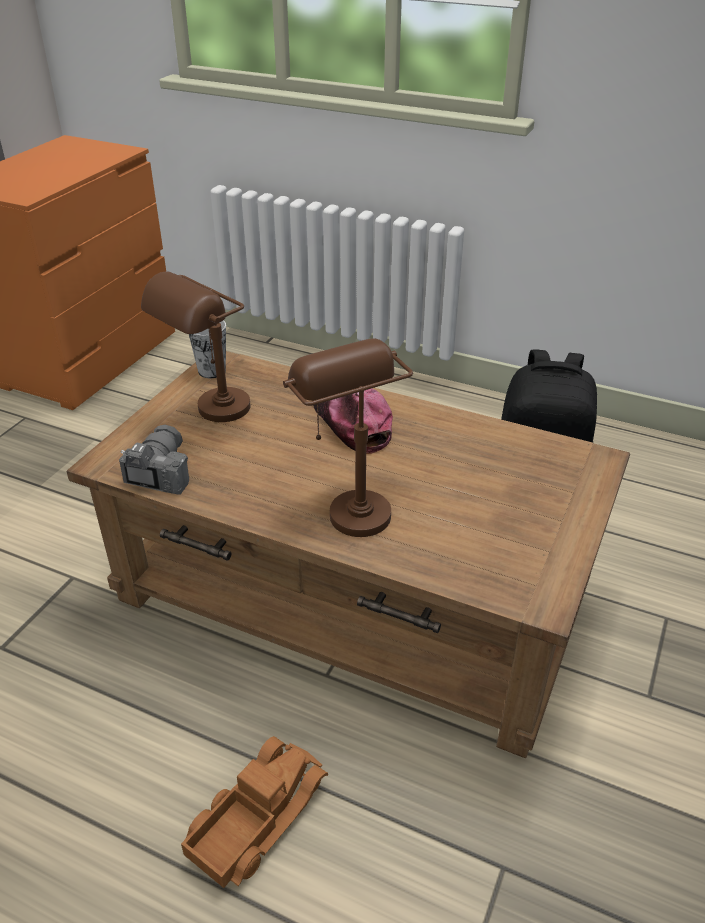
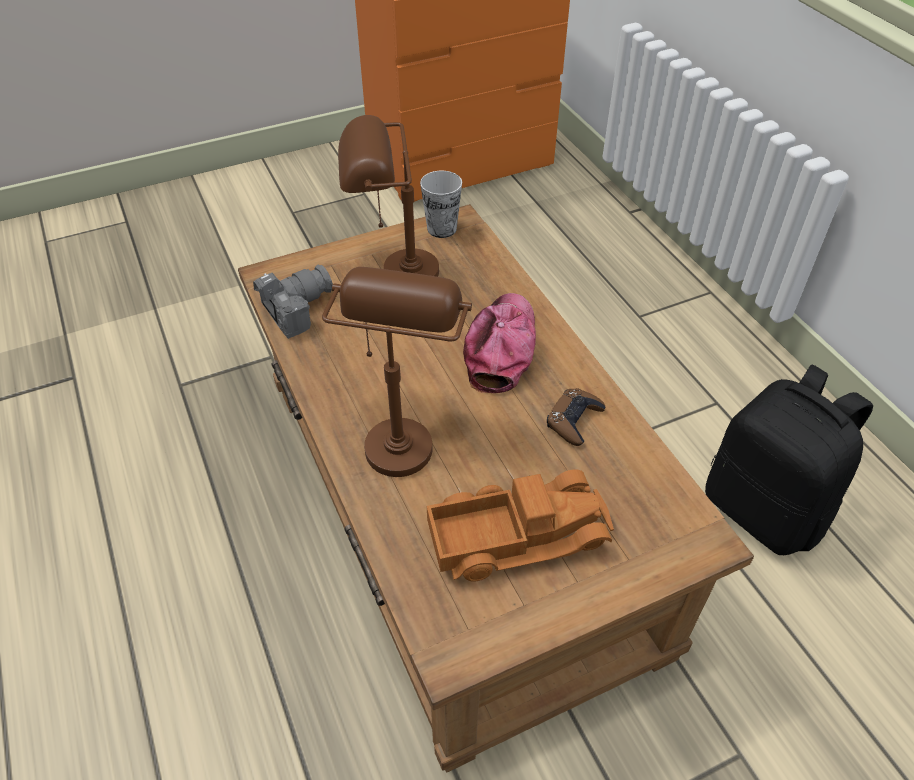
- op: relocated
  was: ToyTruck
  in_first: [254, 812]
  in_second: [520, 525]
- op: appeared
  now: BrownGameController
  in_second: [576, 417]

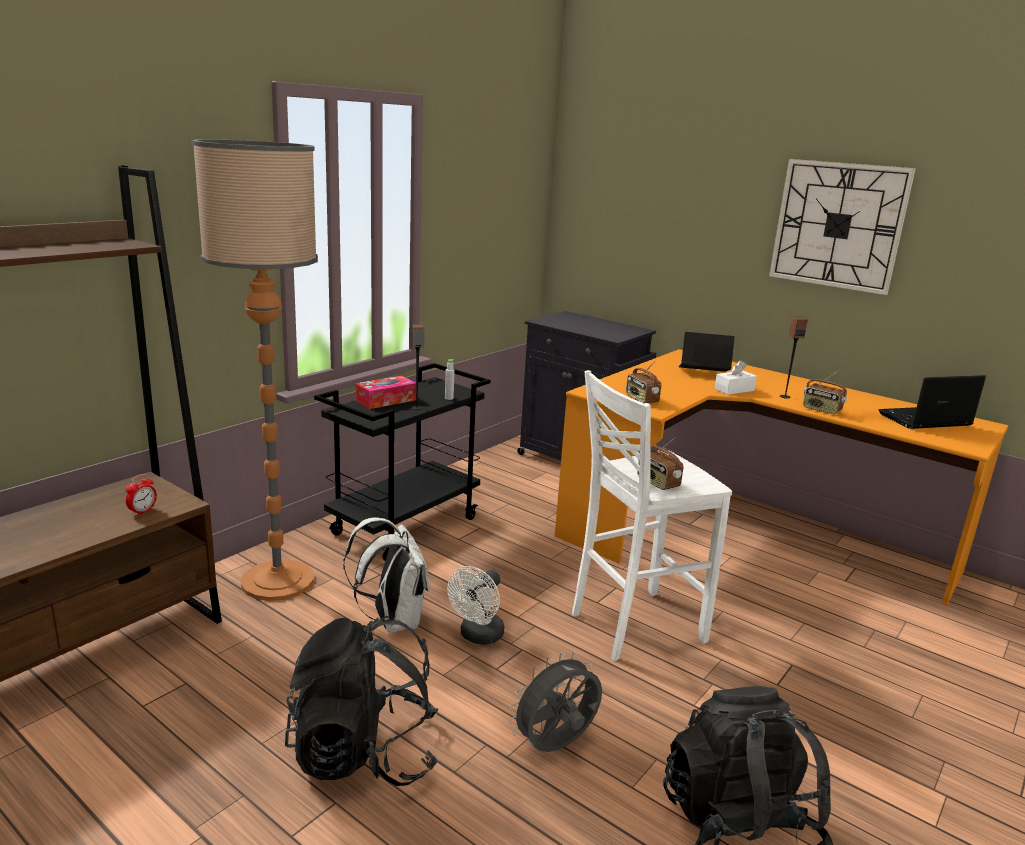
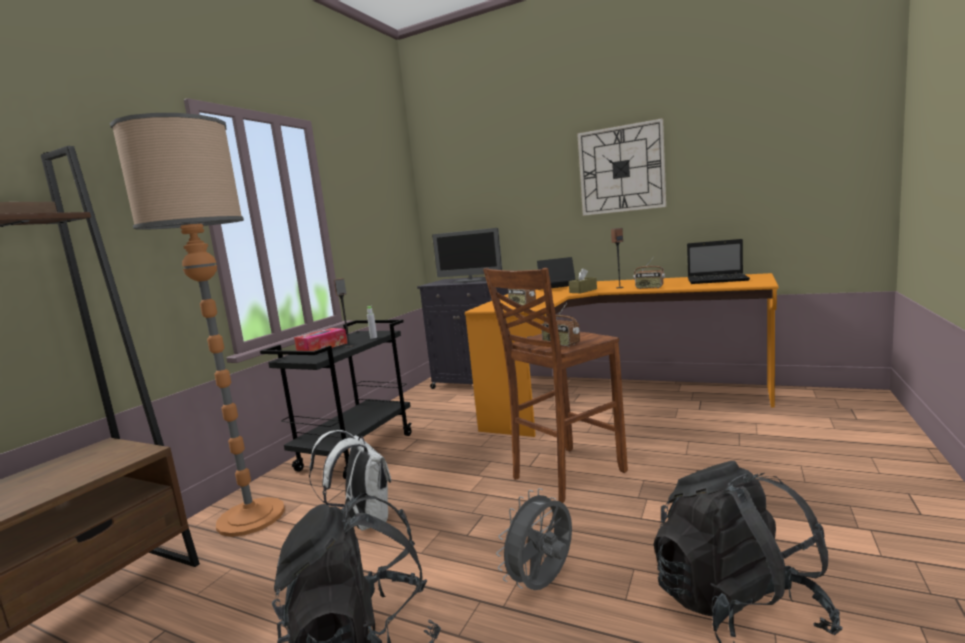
- op: missing
  was: AlarmClock
  in_first: [141, 495]
- op: missing
  was: WhiteFan
  in_first: [475, 605]
- op: colour
  was: WhiteStool
  now: BrownStool
  in_first: [652, 515]
  in_second: [555, 385]
- op: colour
  was: WhiteTissueHolder
  now: BrownTissueHolder
  in_first: [735, 377]
  in_second: [583, 280]
- op: spun
  was: NotebookComputer
  in_first: [932, 402]
  in_second: [718, 261]
  clockwise: -135
- op: appeared
  now: ComputerDisplay
  in_second: [467, 255]

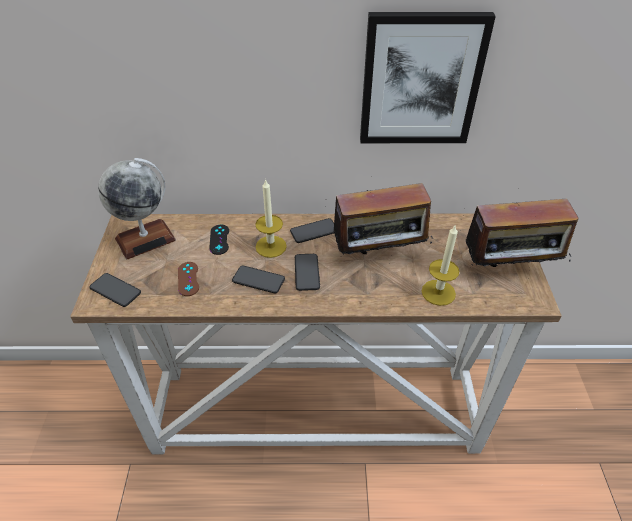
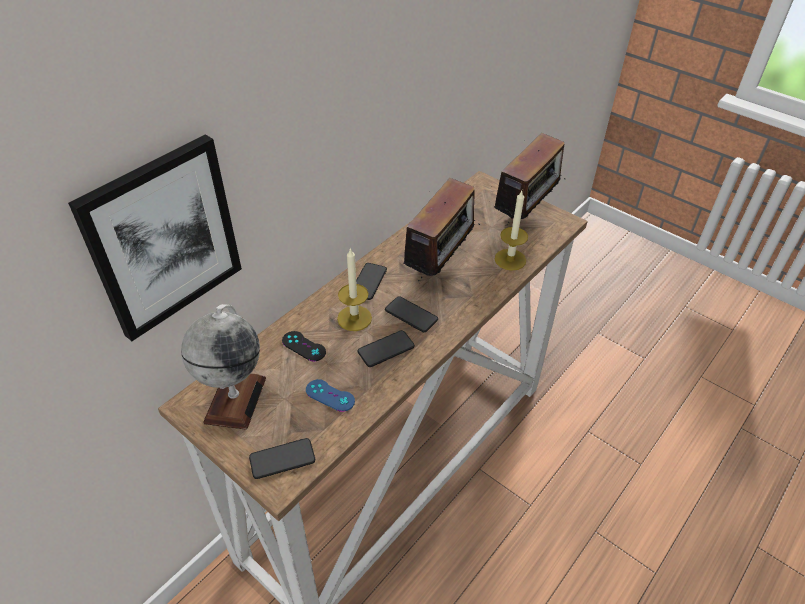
- op: colour
  was: BrownGameController
  now: BlueColouredGameController
  in_first: [188, 279]
  in_second: [330, 395]
- op: relocated
  was: Picture
  in_first: [428, 77]
  in_second: [155, 237]

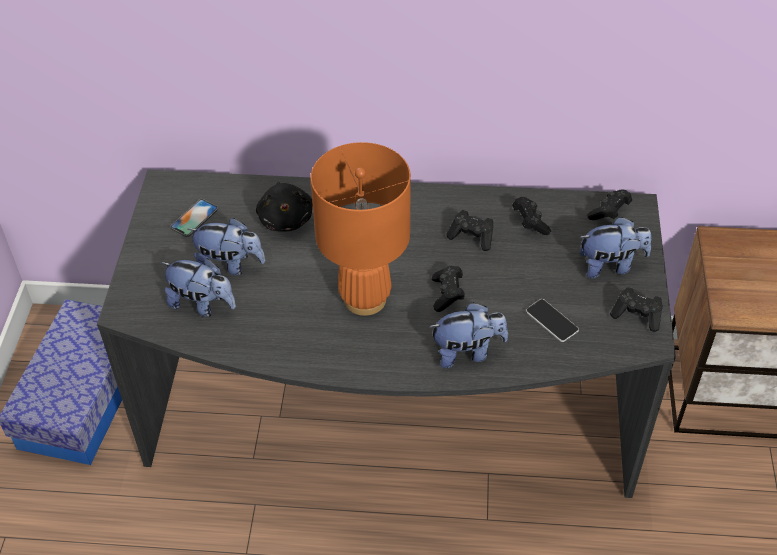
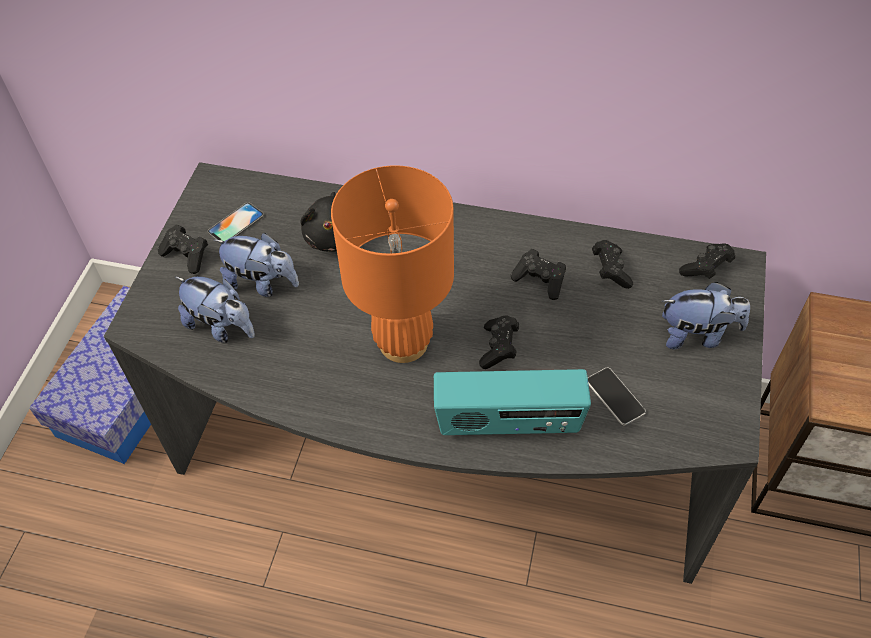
- op: exchanged
  was: SoftToy
  now: Radio
  in_first: [468, 335]
  in_second: [512, 402]
- op: relocated
  was: BlackColouredGameController
  in_first: [636, 309]
  in_second: [183, 249]

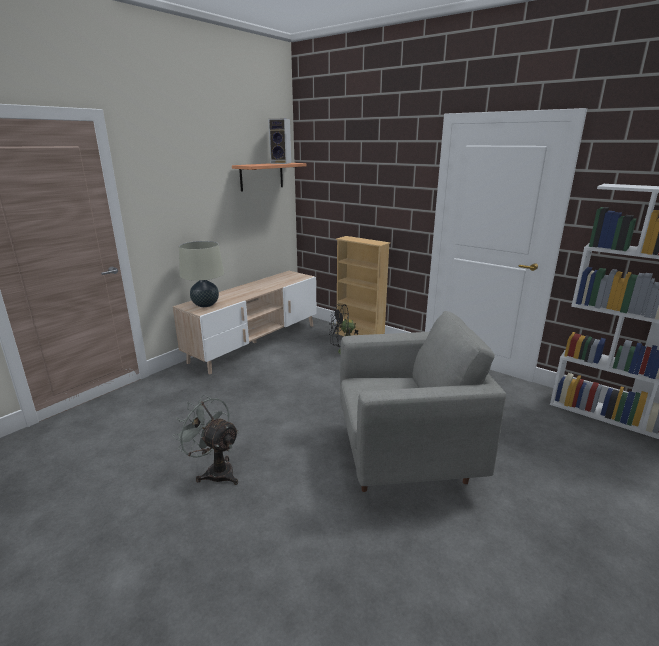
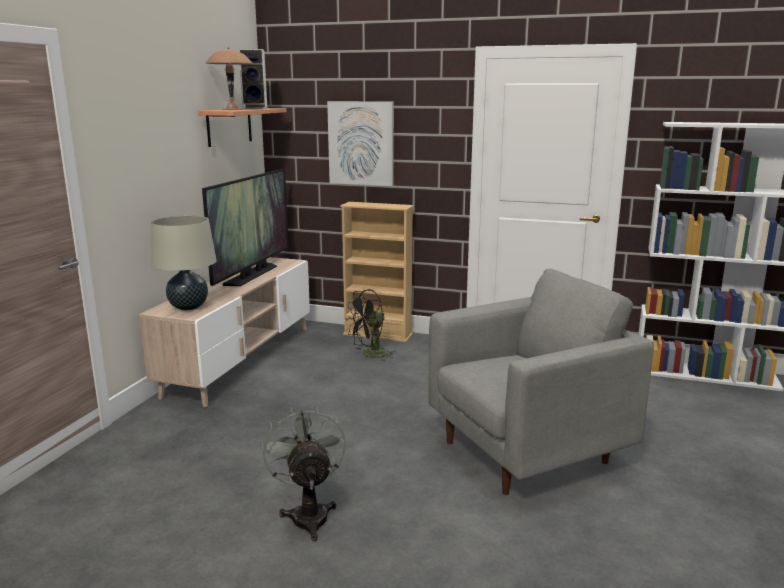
- op: spun
  was: GrayFan
  in_first: [205, 440]
  in_second: [304, 473]
  clockwise: 60
- op: appeared
  now: Tv
  in_second: [245, 227]
- op: appeared
  now: BrownTabletopLamp
  in_second: [229, 78]
- op: appeared
  now: Picture
  in_second: [360, 143]

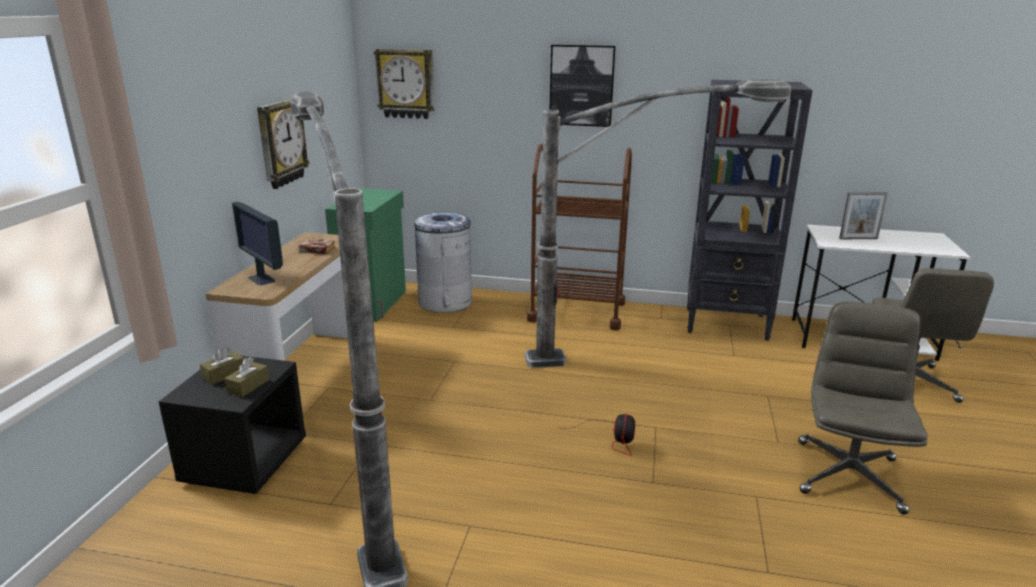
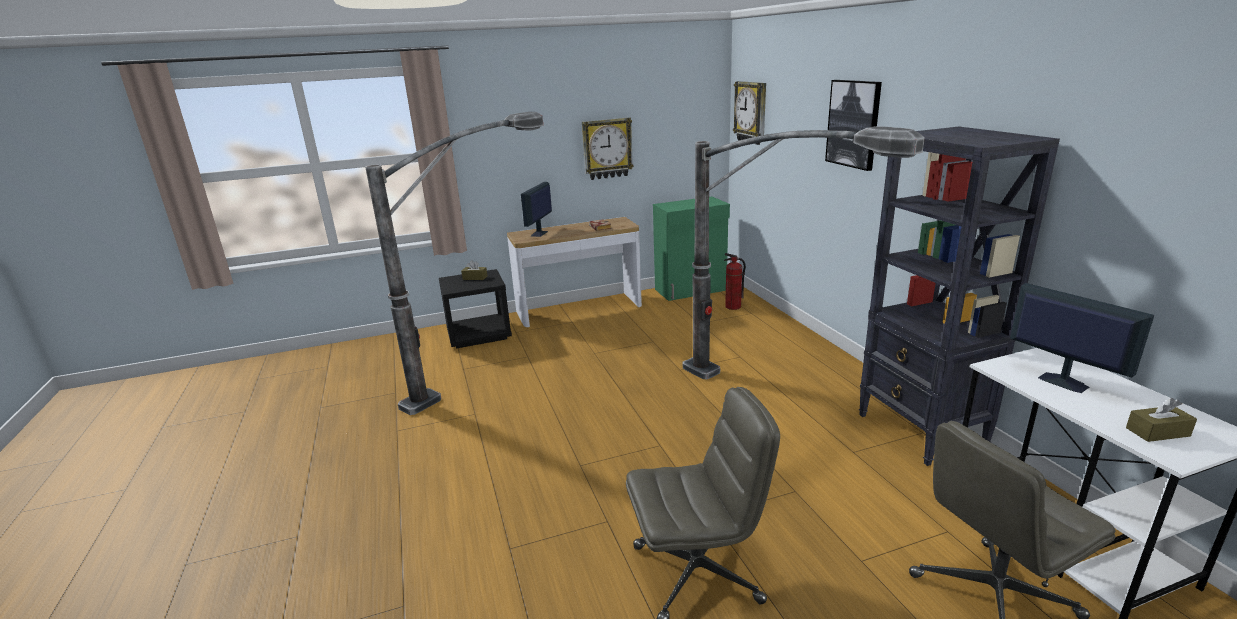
- op: relocated
  was: BrownTissueHolder
  in_first: [246, 377]
  in_second: [1161, 420]
- op: exchanged
  was: GrayRubbishBin
  now: Extinguisher
  in_first: [443, 262]
  in_second: [735, 281]
- op: missing
  was: BrownCart
  in_first: [579, 237]
- op: missing
  was: Fan
  in_first: [596, 434]
- op: exchanged
  was: StandingFrame
  now: ComputerDisplay
  in_first: [863, 215]
  in_second: [1082, 338]

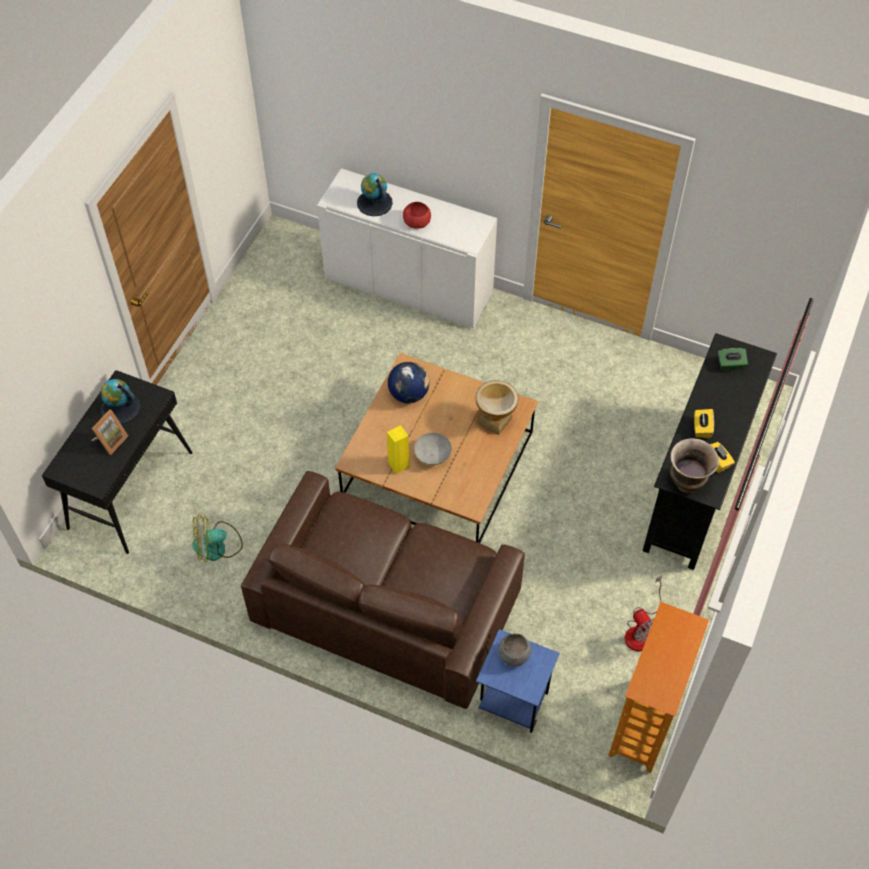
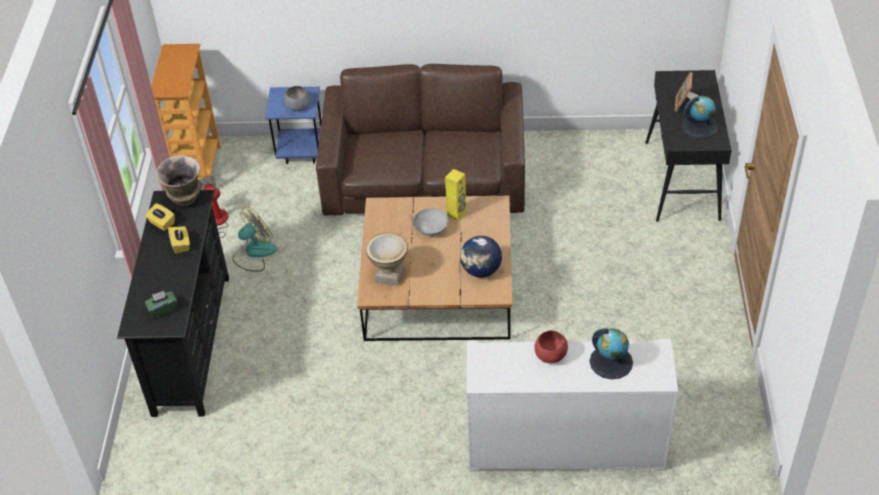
- op: relocated
  was: Fan
  in_first: [217, 538]
  in_second: [255, 239]

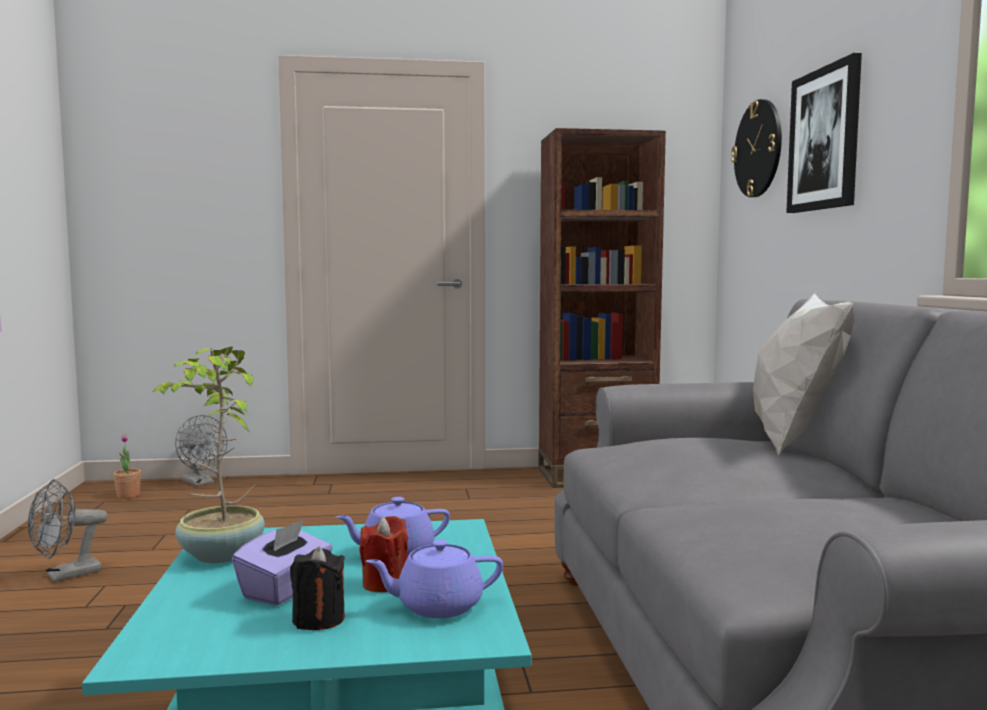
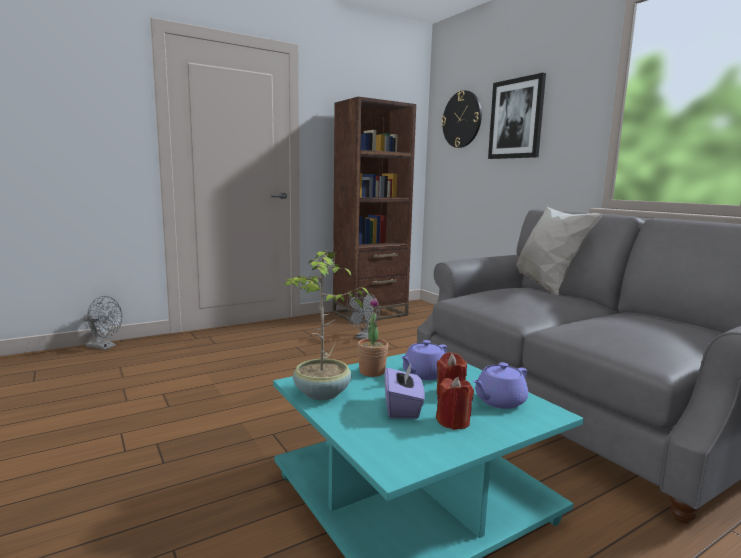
- op: relocated
  was: GrayFan
  in_first: [68, 530]
  in_second: [362, 315]
- op: relocated
  was: Houseplant
  in_first: [127, 467]
  in_second: [373, 337]
- op: colour
  was: BlackColouredWaxLight
  now: ReddishWaxLight
  in_first: [317, 588]
  in_second: [455, 403]

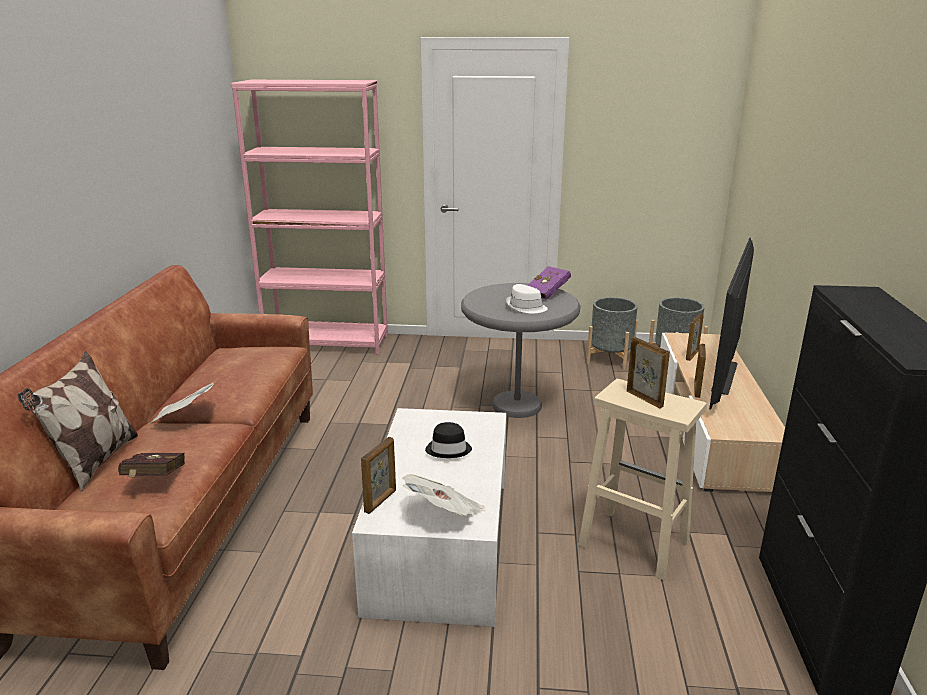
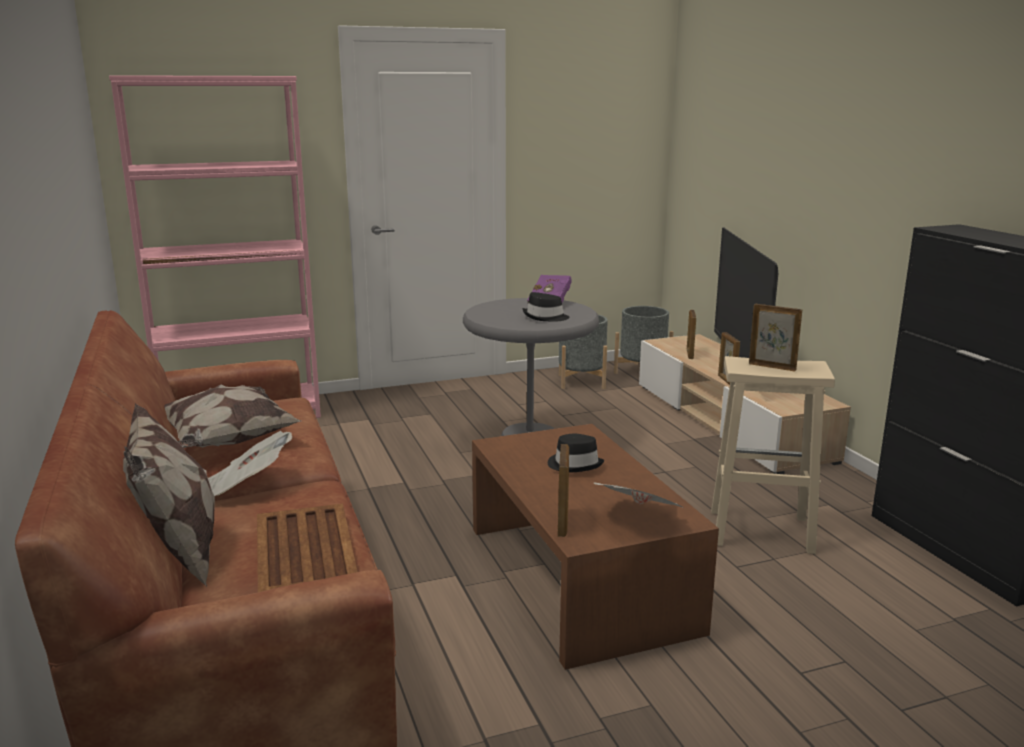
- op: exchanged
  was: ReddishBoundBook
  now: BrownTray
  in_first: [151, 465]
  in_second: [307, 547]
- op: colour
  was: WhiteLoungeTable
  now: BrownLoungeTable
  in_first: [429, 517]
  in_second: [595, 547]
- op: colour
  was: WhiteWearableHat
  now: BlackColouredWearableHat
  in_first: [527, 298]
  in_second: [546, 306]
- op: appeared
  now: Cushion
  in_second: [232, 416]

